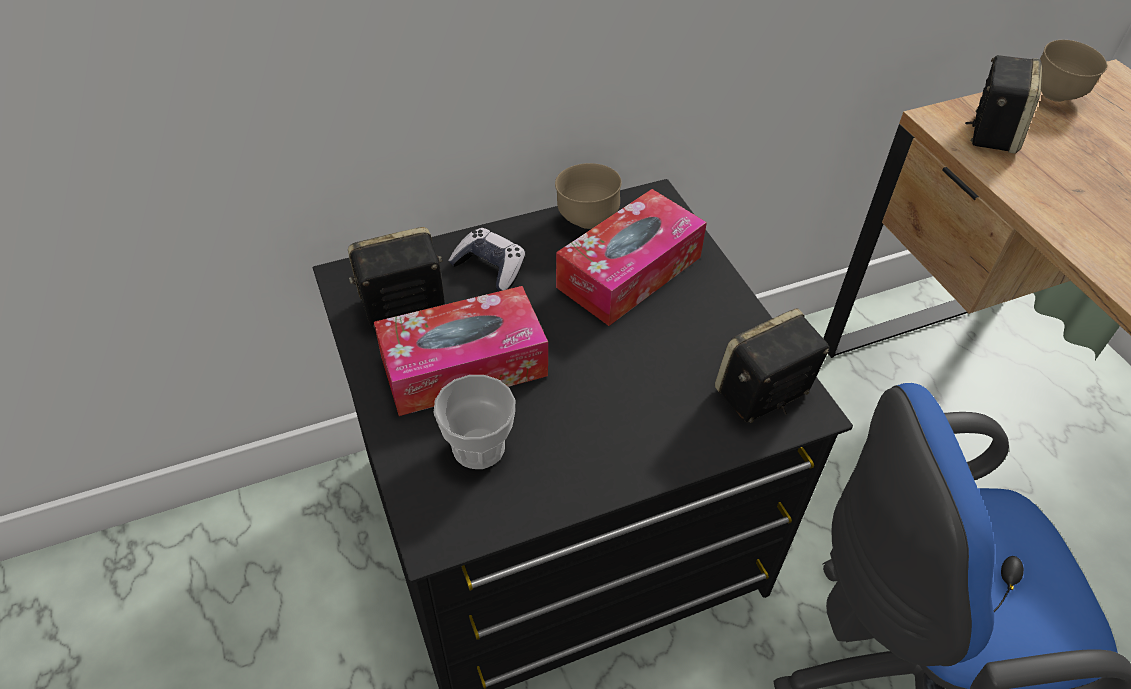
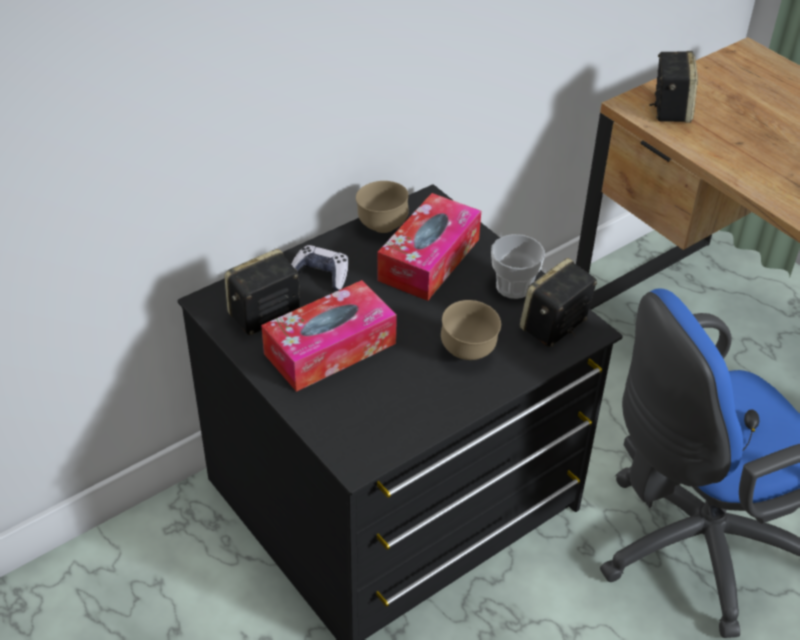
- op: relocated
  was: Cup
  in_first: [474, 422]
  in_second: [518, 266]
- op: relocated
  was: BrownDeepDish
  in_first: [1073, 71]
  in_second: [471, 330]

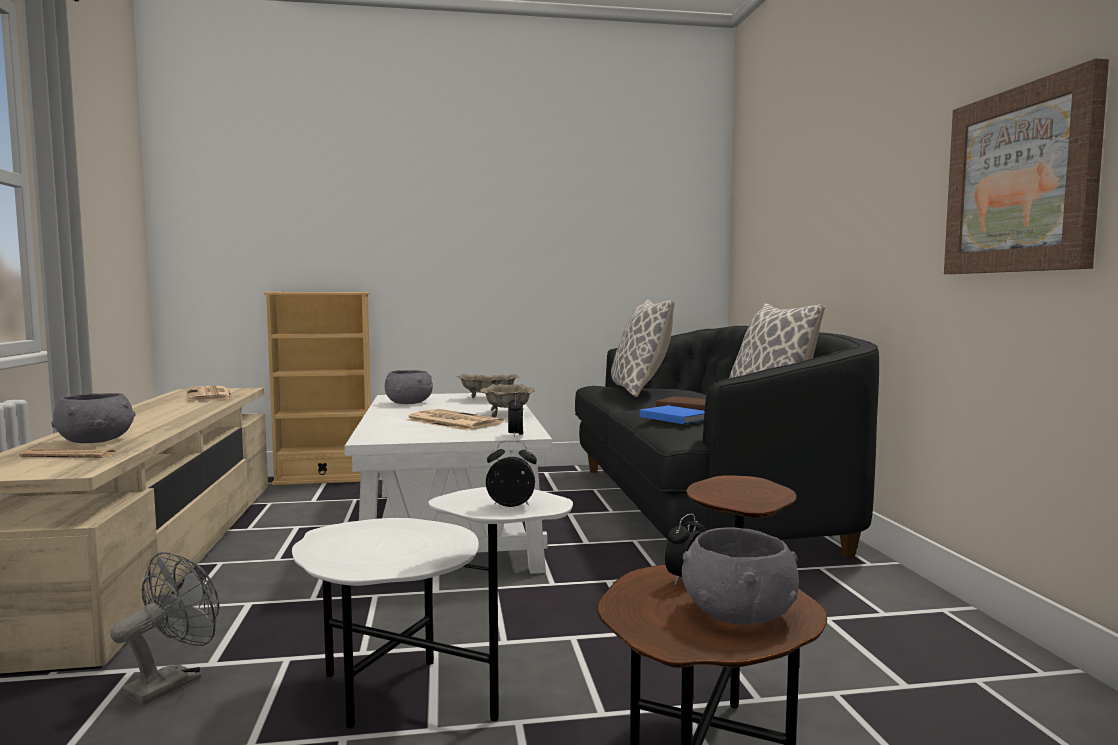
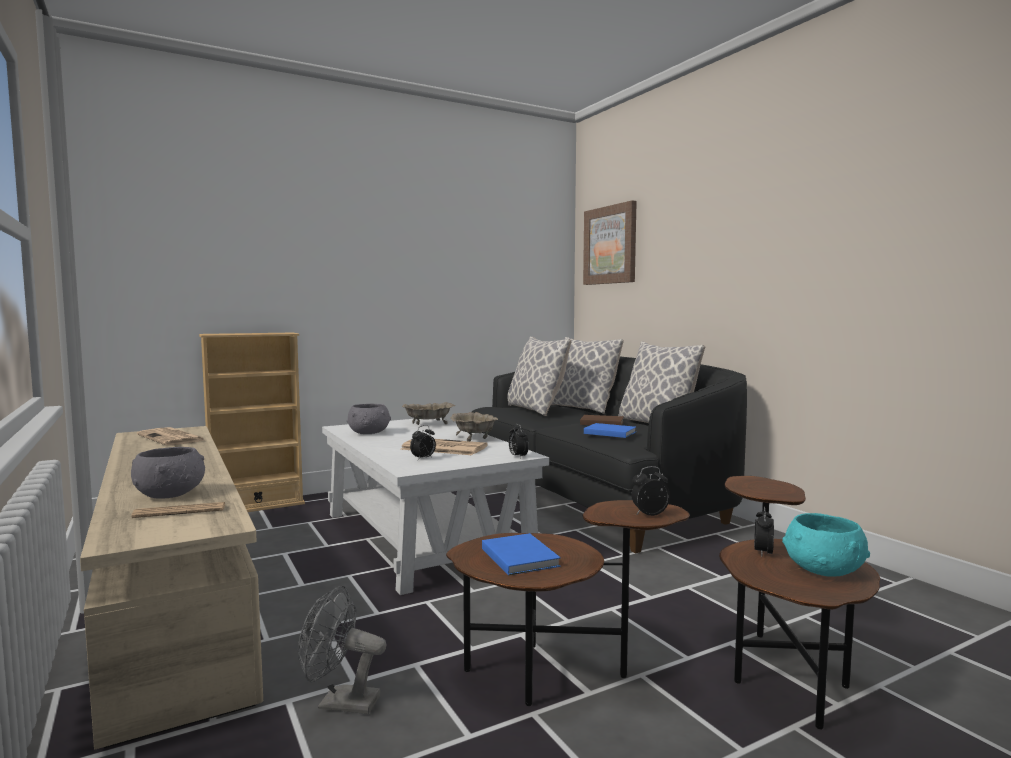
- op: spun
  was: GrayFan
  in_first: [165, 628]
  in_second: [342, 649]
  clockwise: -90
- op: colour
  was: WhiteEndTable
  now: BrownEndTable
  in_first: [432, 608]
  in_second: [568, 603]
- op: colour
  was: GrayDeepDish
  now: TurquoiseDeepDish
  in_first: [740, 576]
  in_second: [826, 545]
- op: relocated
  was: Picture
  in_first: [1026, 166]
  in_second: [610, 242]
- op: appeared
  now: AlarmClock
  in_second: [423, 442]
- op: appeared
  now: BlueColouredBoundBook
  in_second: [521, 554]
- op: appeared
  now: Cushion
  in_second: [587, 375]

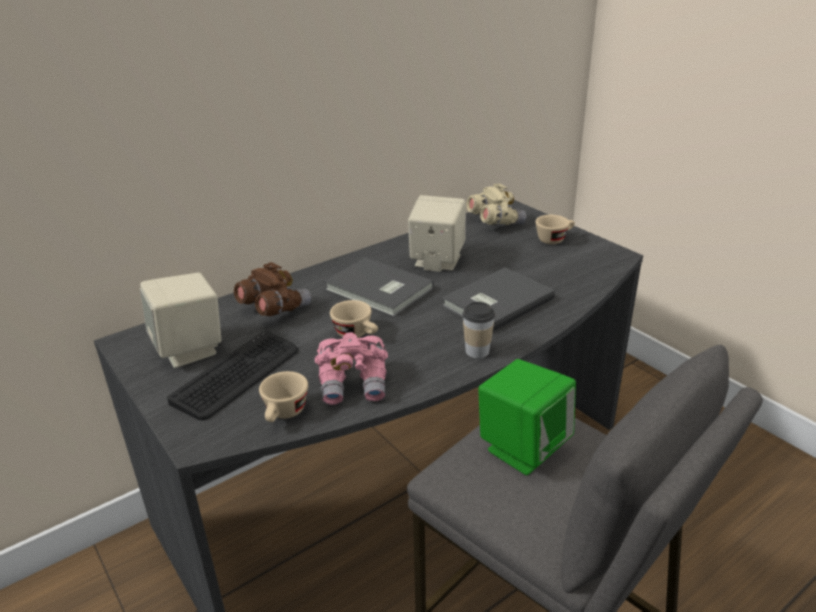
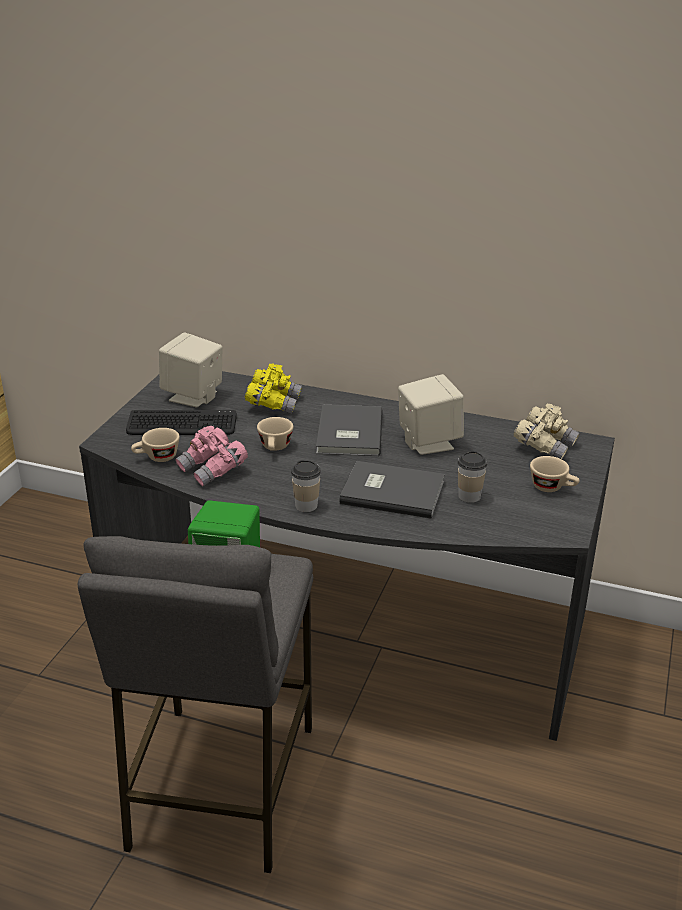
- op: colour
  was: BrownFieldGlasses
  now: YellowishFieldGlasses
  in_first: [272, 289]
  in_second: [273, 389]
- op: appeared
  now: Cup
  in_second: [472, 477]

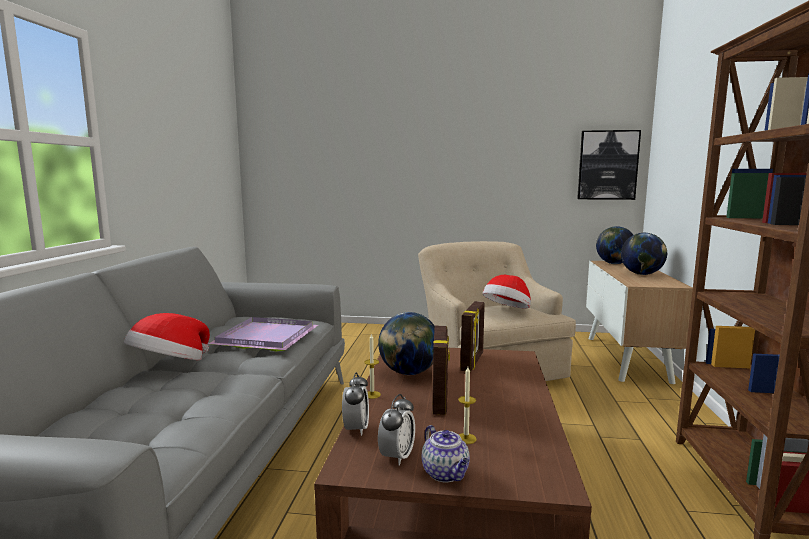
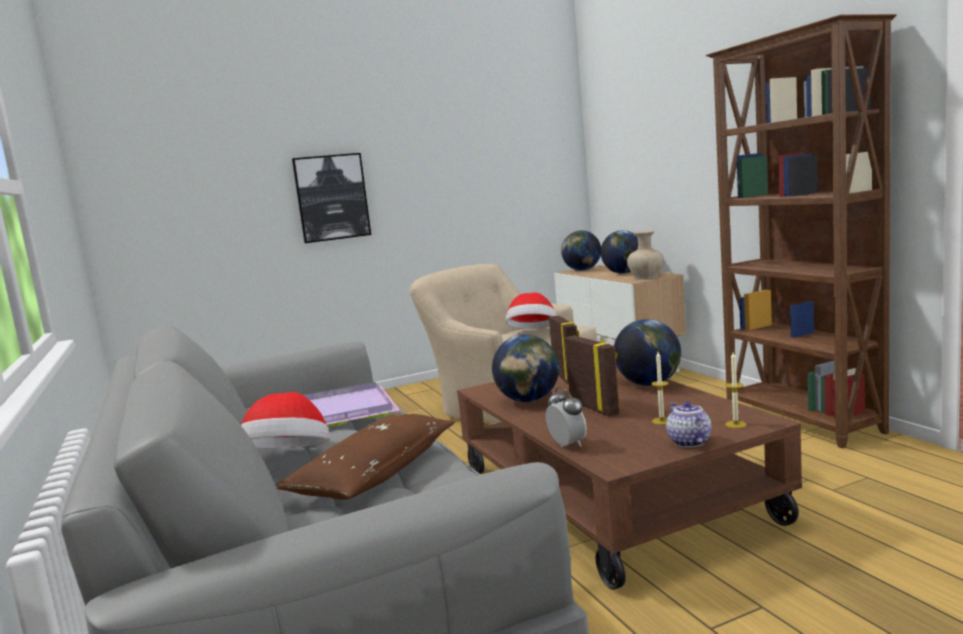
- op: relocated
  was: WaxLight
  in_first: [373, 366]
  in_second: [736, 390]
- op: missing
  was: AlarmClock
  in_first: [396, 430]
- op: spun
  was: PotForTea
  in_first: [445, 454]
  in_second: [689, 424]
  clockwise: -135
- op: relocated
  was: Picture
  in_first: [609, 165]
  in_second: [331, 198]
- op: appeared
  now: BrownCushion
  in_second: [365, 456]
- op: appeared
  now: DeskGlobe
  in_second: [647, 352]
- op: appeared
  now: BeigeDecorativeVase
  in_second: [645, 255]

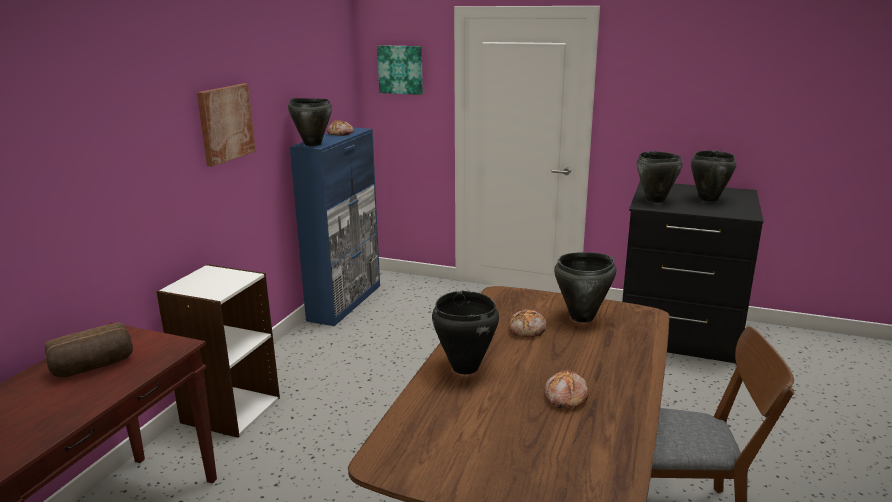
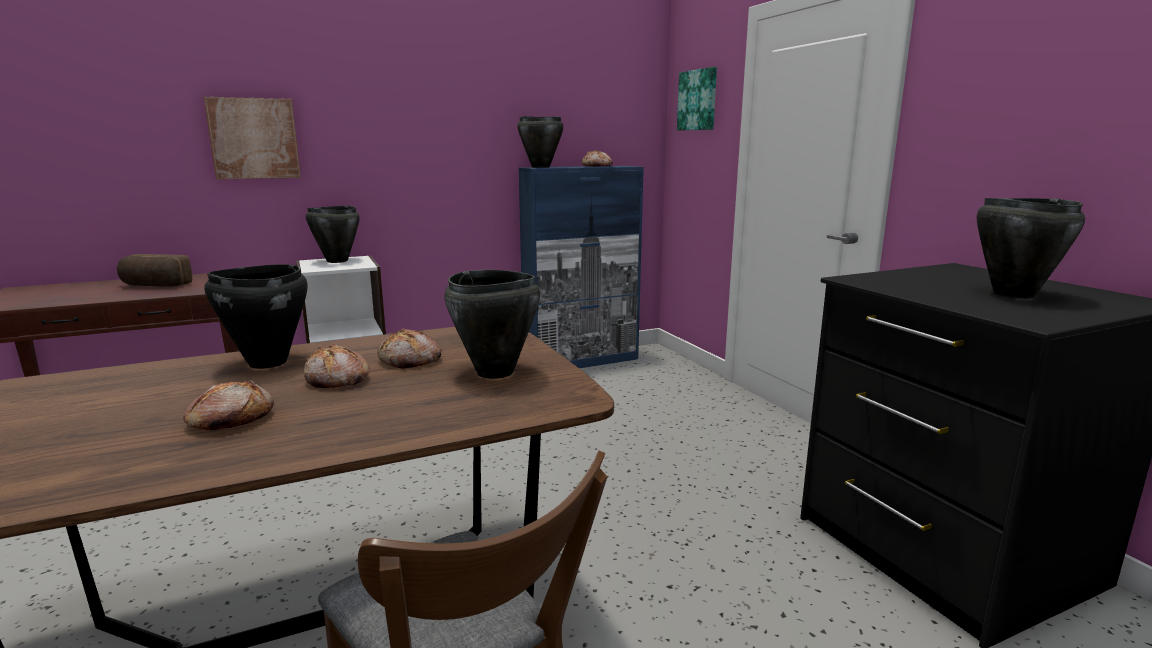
- op: relocated
  was: Picture
  in_first: [226, 125]
  in_second: [252, 138]
- op: relocated
  was: BlackColouredSaucepot
  in_first: [660, 177]
  in_second: [333, 234]
- op: appeared
  now: Bread
  in_second: [337, 366]

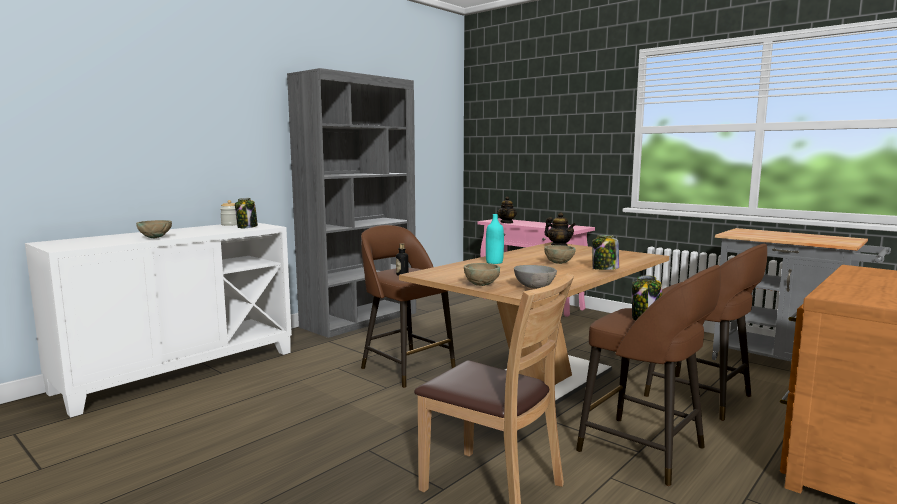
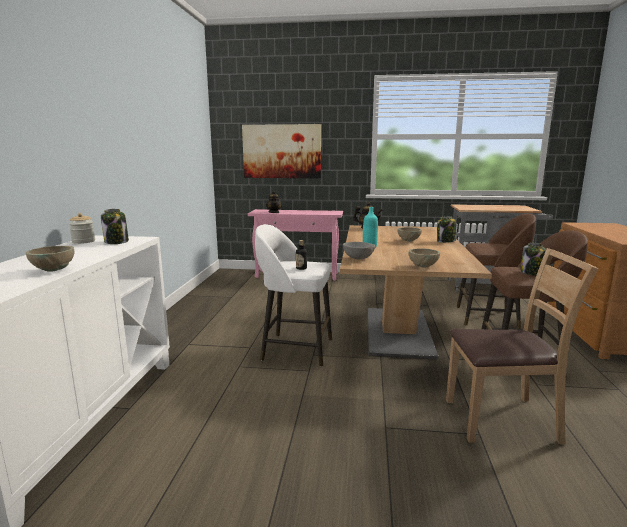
- op: missing
  was: GrayBookcase
  in_first: [351, 203]
- op: colour
  was: BrownStool
  now: WhiteStool
  in_first: [408, 306]
  in_second: [293, 295]
- op: relocated
  was: GrayDeepDish
  in_first: [535, 277]
  in_second: [359, 250]
- op: appeared
  now: Picture
  in_second: [281, 151]

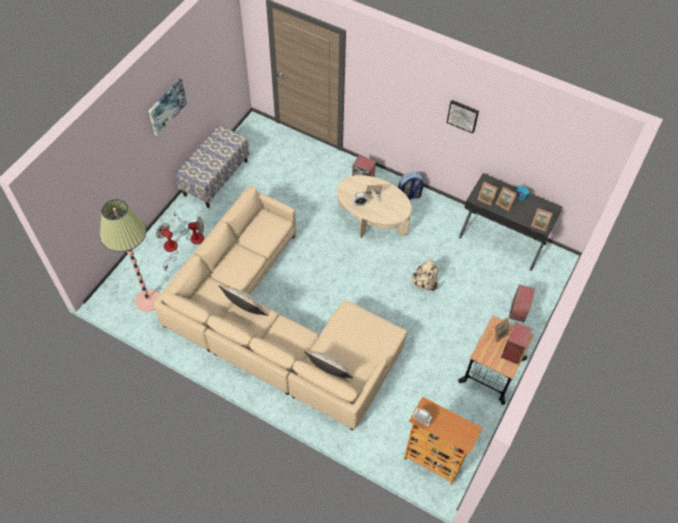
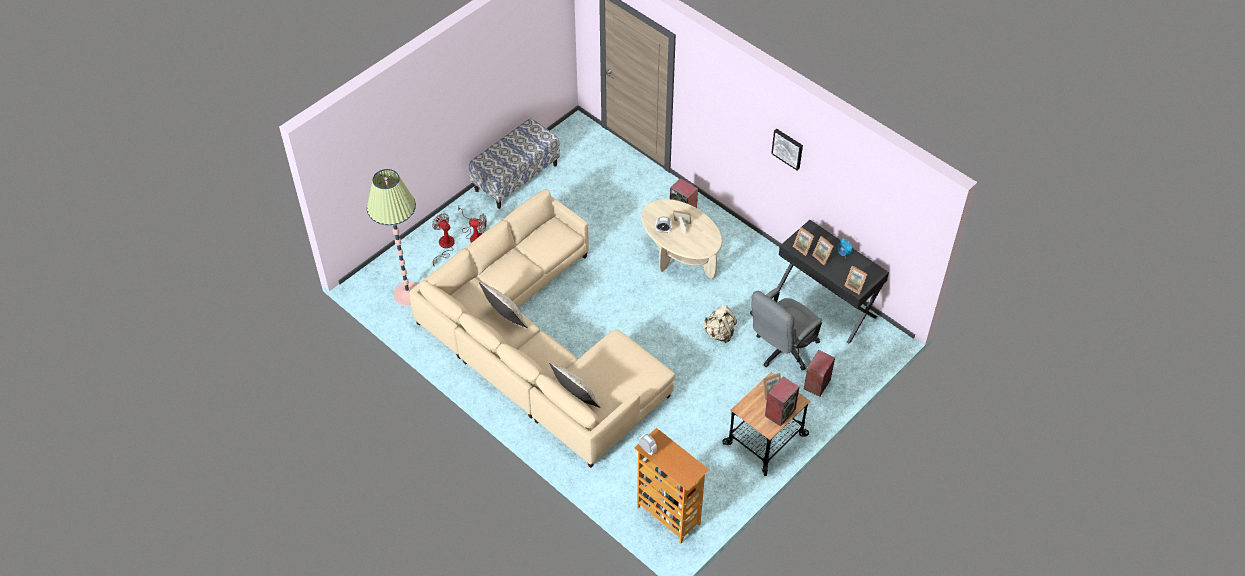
- op: missing
  was: Picture
  in_first: [167, 107]
- op: missing
  was: Rucksack
  in_first: [411, 186]
- op: appeared
  now: GrayDeskChair
  in_second: [786, 329]

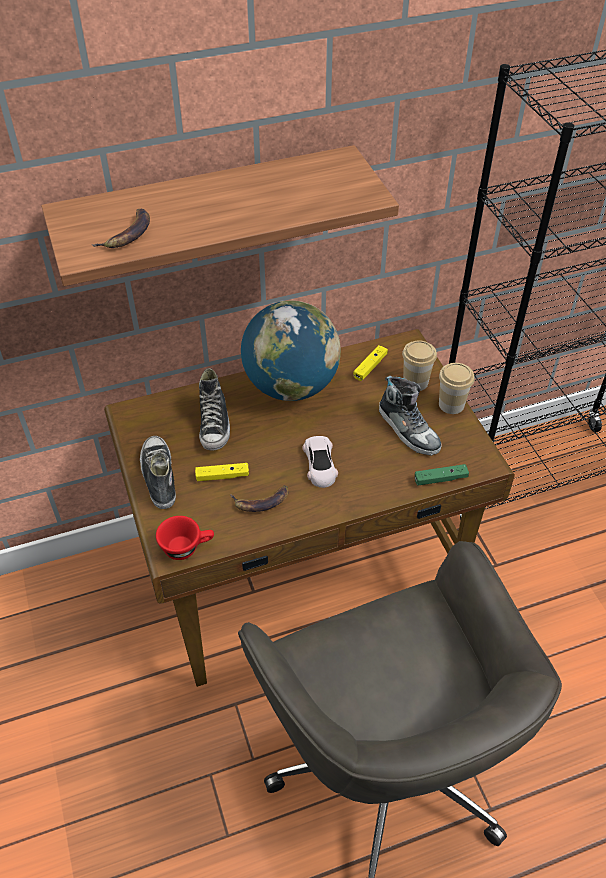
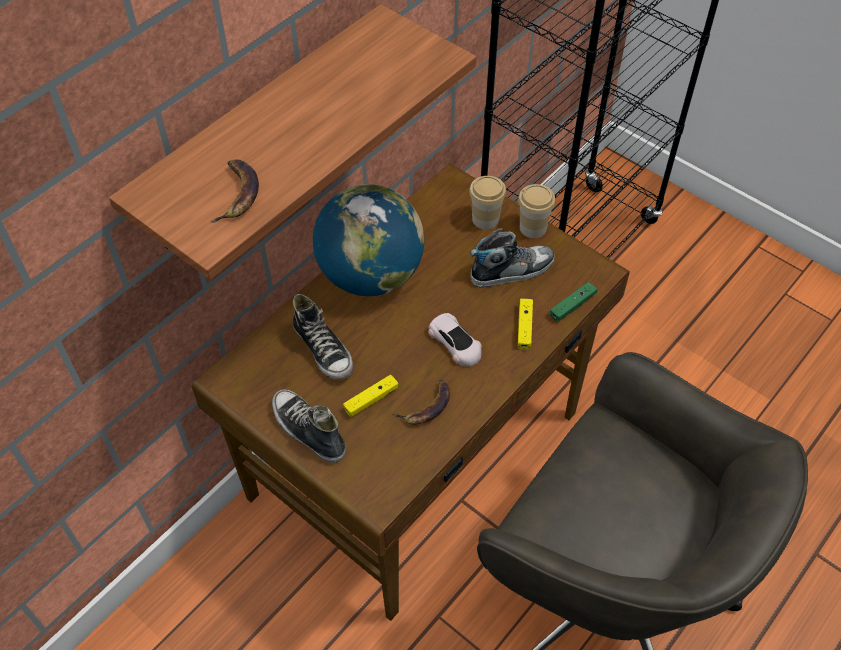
- op: missing
  was: ReddishCup
  in_first: [185, 538]
- op: relocated
  was: YellowishGameController
  in_first: [370, 363]
  in_second: [525, 324]
- op: spun
  was: ItemOfFootwear
  in_first: [410, 416]
  in_second: [512, 258]
  clockwise: -45

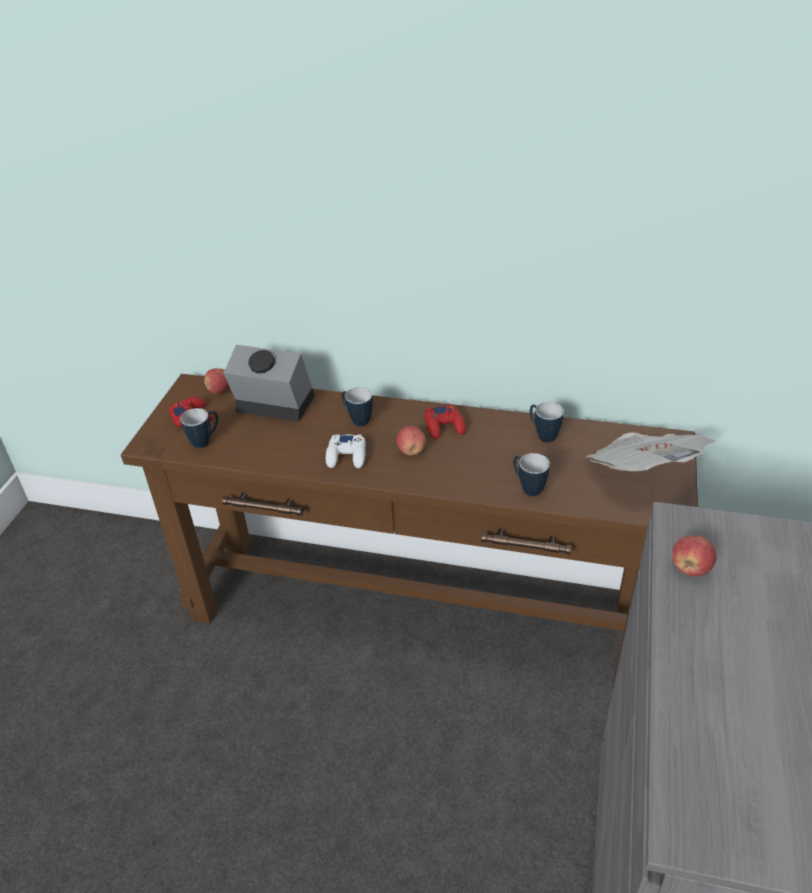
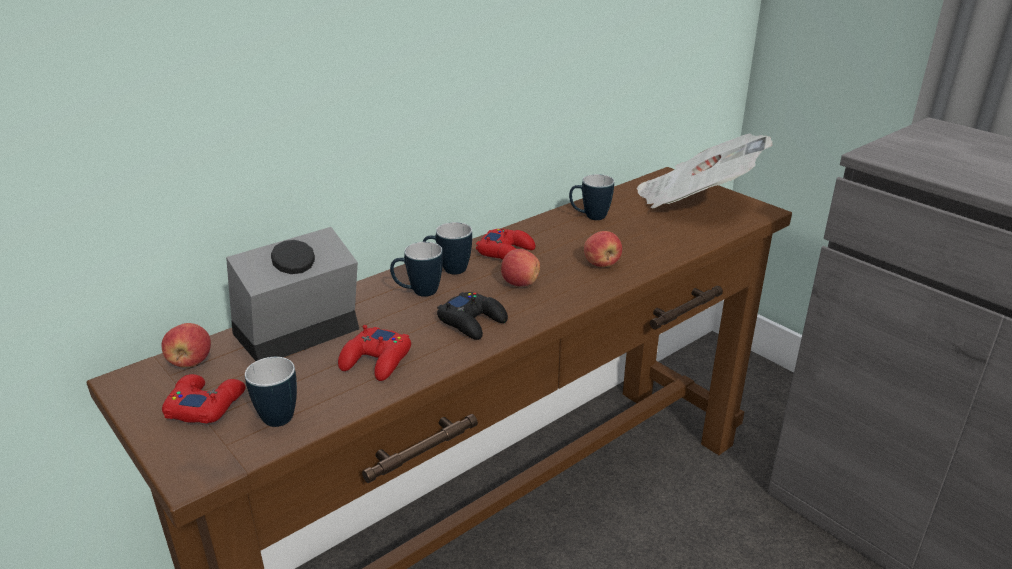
- op: colour
  was: WhiteGameController
  now: BlackColouredGameController
  in_first: [346, 451]
  in_second: [472, 316]
- op: relocated
  was: Mug
  in_first: [531, 474]
  in_second: [447, 248]
- op: relocated
  was: AppleFruit
  in_first: [694, 556]
  in_second: [603, 249]
- op: appeared
  now: ReddishGameController
  in_second: [374, 353]

